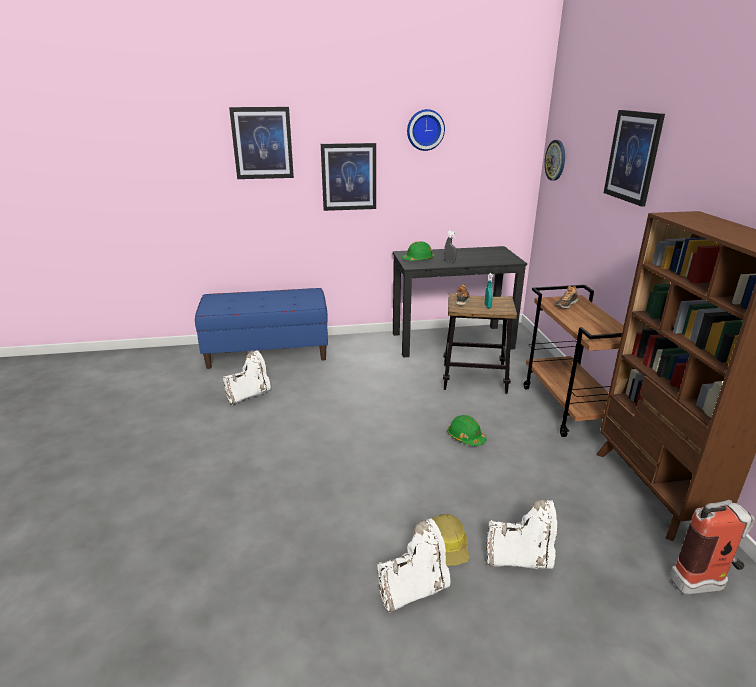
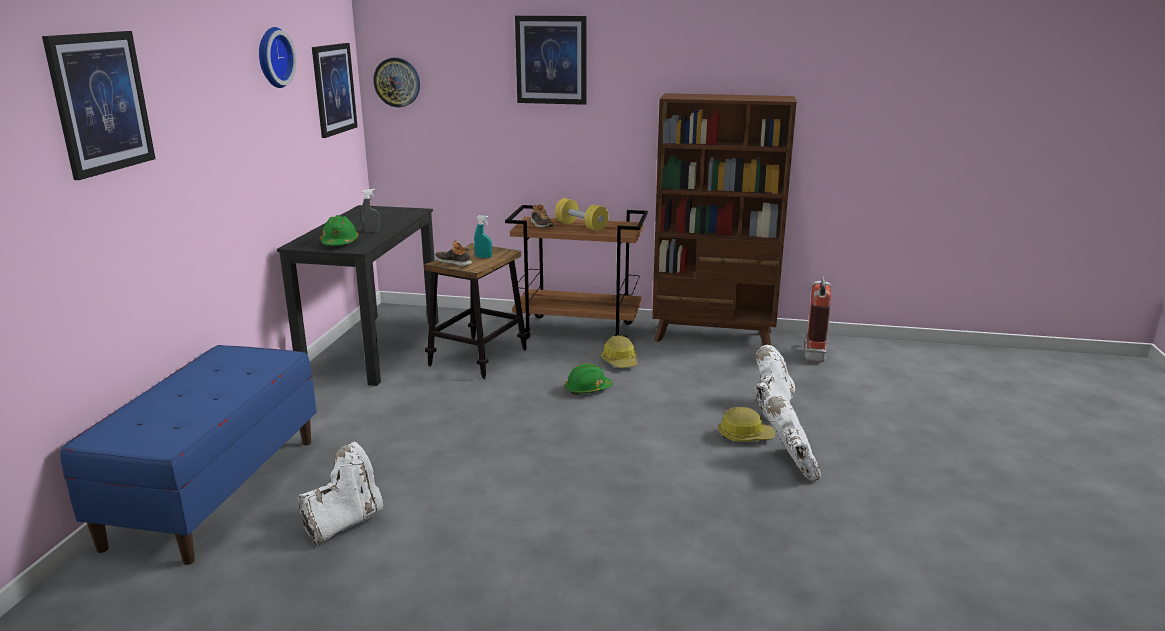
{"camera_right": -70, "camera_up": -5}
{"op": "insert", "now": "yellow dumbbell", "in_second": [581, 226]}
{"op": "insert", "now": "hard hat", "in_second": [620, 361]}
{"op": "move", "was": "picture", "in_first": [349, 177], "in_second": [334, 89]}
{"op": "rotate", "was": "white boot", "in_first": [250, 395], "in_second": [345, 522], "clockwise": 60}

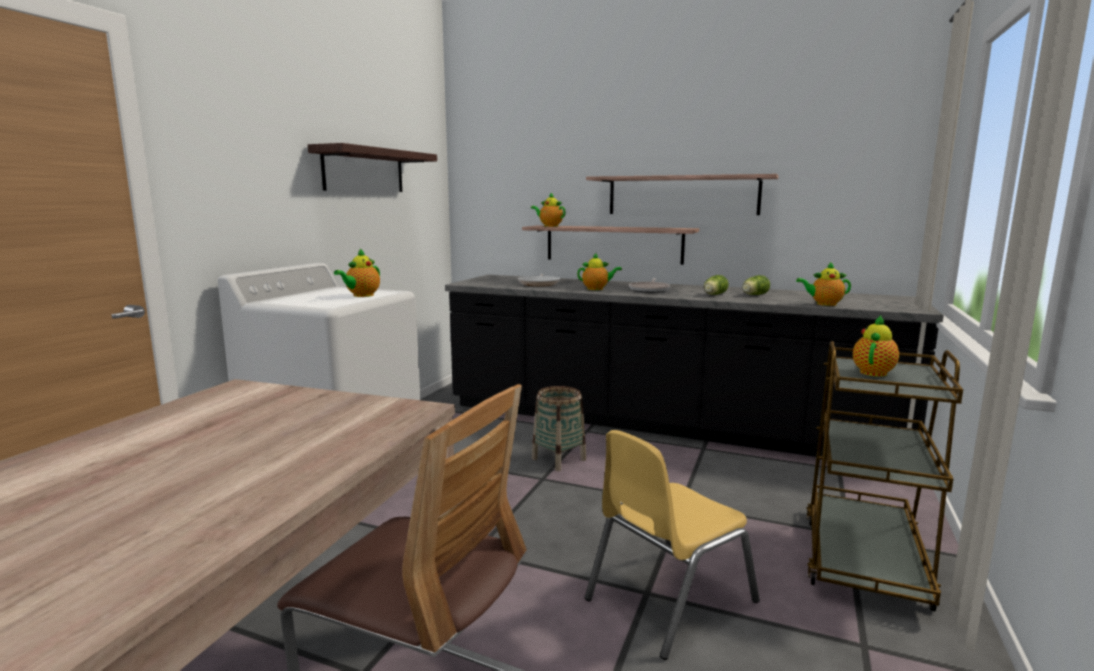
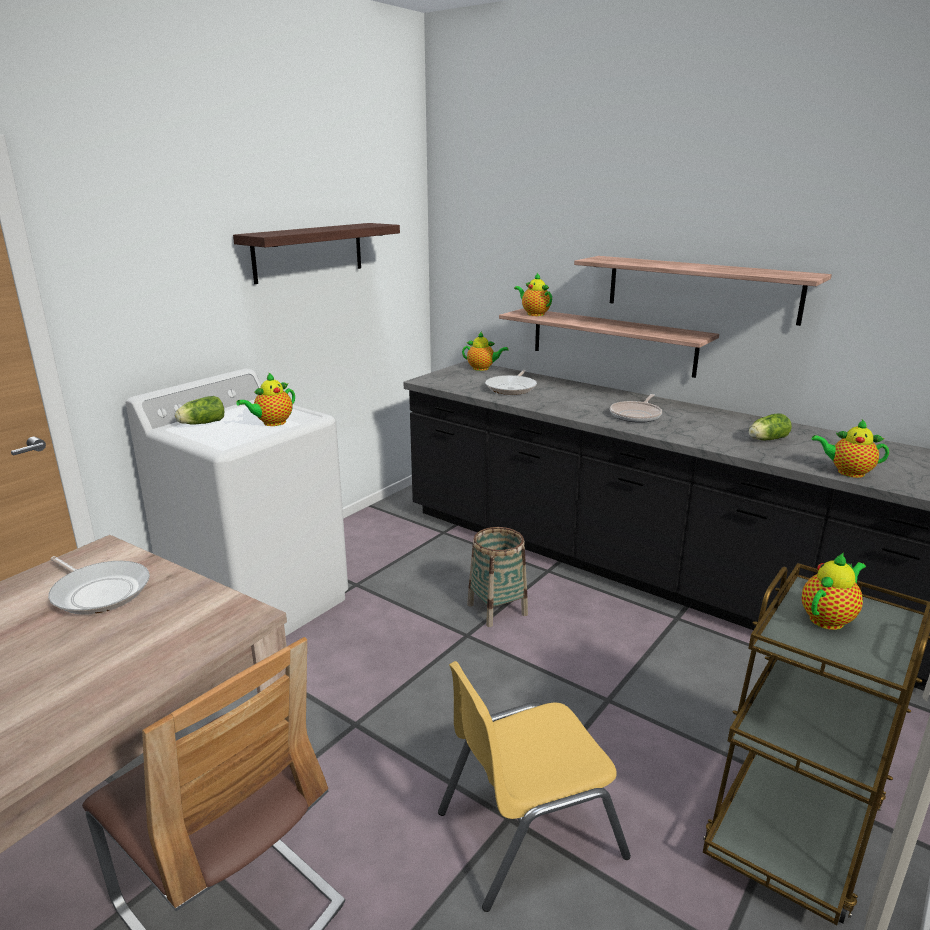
{"camera_right": 15, "camera_up": 10}
{"op": "insert", "now": "frying pan", "in_second": [99, 592]}
{"op": "move", "was": "teapot", "in_first": [597, 289], "in_second": [482, 368]}
{"op": "move", "was": "lettuce", "in_first": [713, 295], "in_second": [201, 423]}

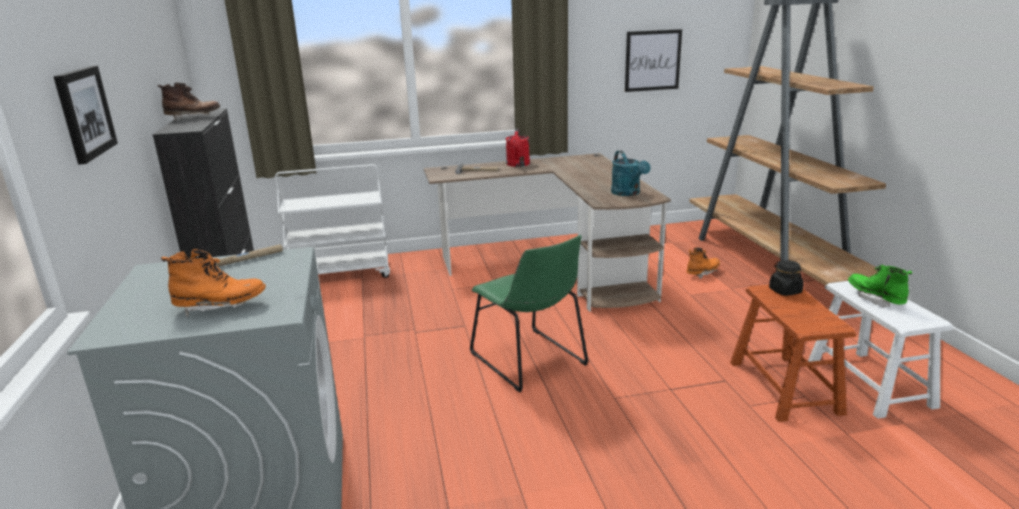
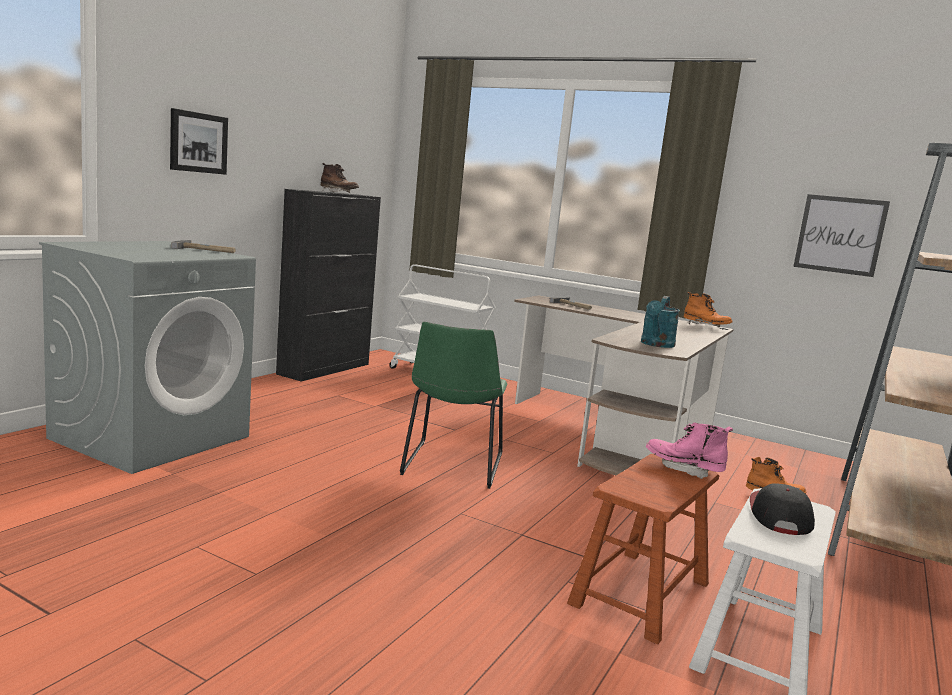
{"camera_right": 40, "camera_up": -10}
{"op": "delete", "was": "red watering can", "in_first": [518, 165]}
{"op": "move", "was": "orange boot", "in_first": [221, 307], "in_second": [705, 326]}
{"op": "replace", "was": "black jar", "now": "pink boot", "in_first": [785, 291], "in_second": [683, 469]}
{"op": "replace", "was": "green boot", "now": "cap", "in_first": [875, 299], "in_second": [779, 515]}

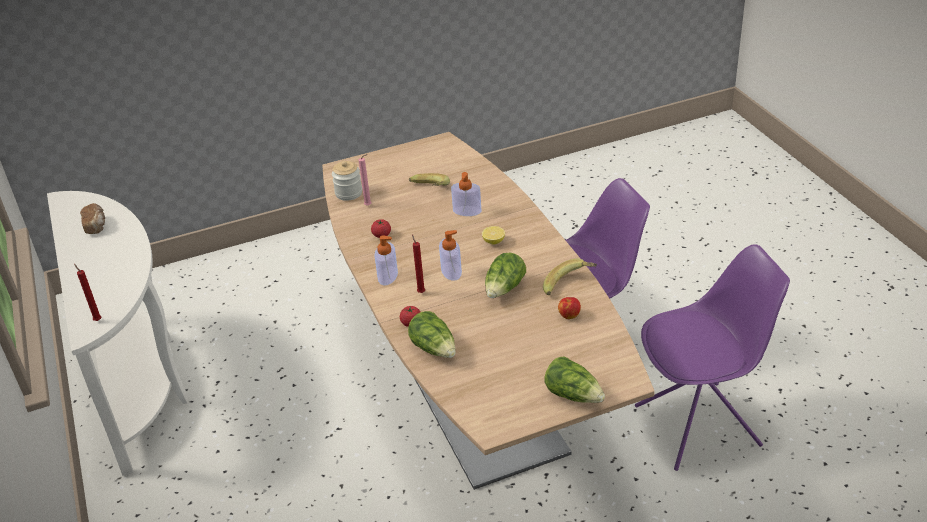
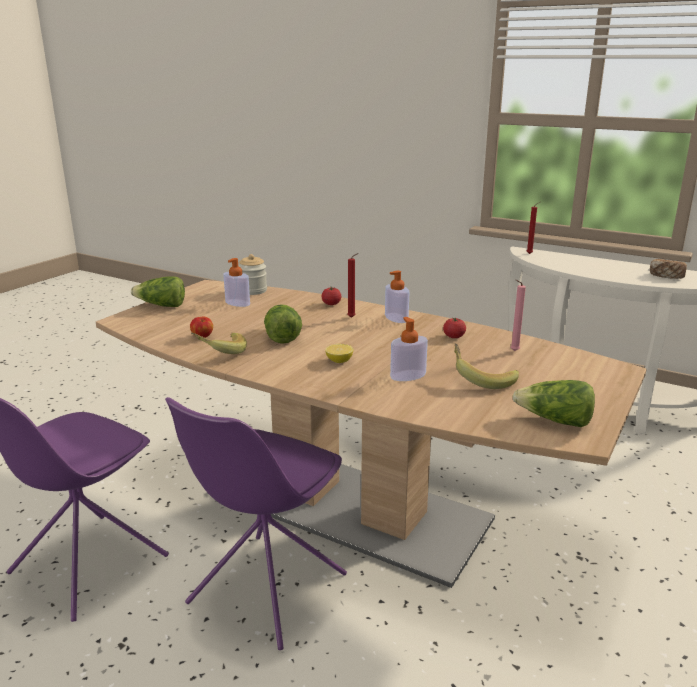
{"camera_right": 140, "camera_up": -15}
{"op": "move", "was": "jar", "in_first": [348, 193], "in_second": [253, 291]}
{"op": "move", "was": "lettuce", "in_first": [434, 348], "in_second": [555, 421]}
{"op": "move", "was": "soap dispenser", "in_first": [451, 271], "in_second": [237, 303]}

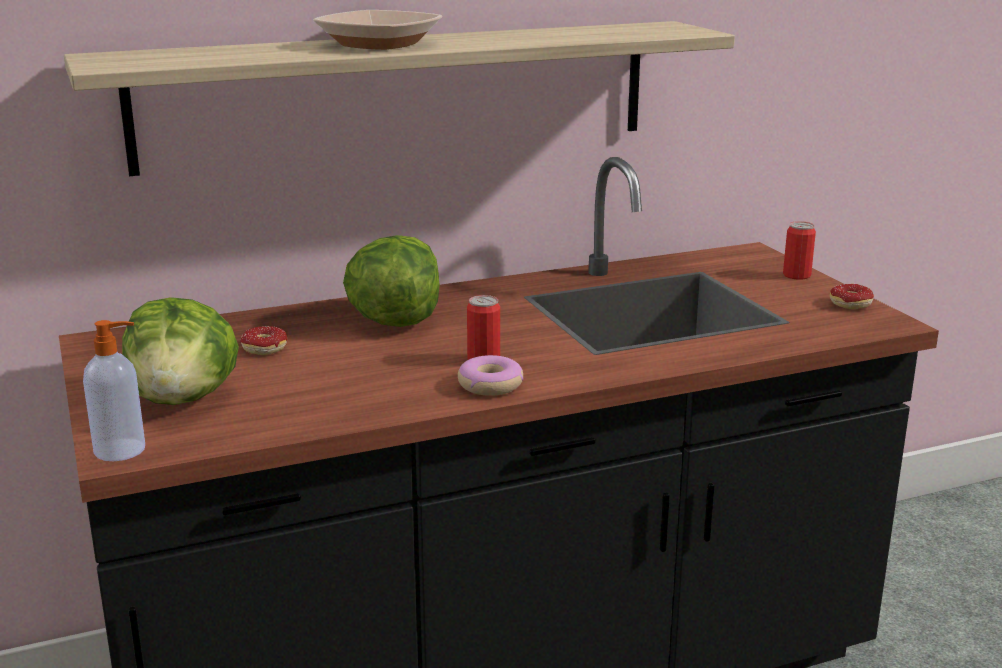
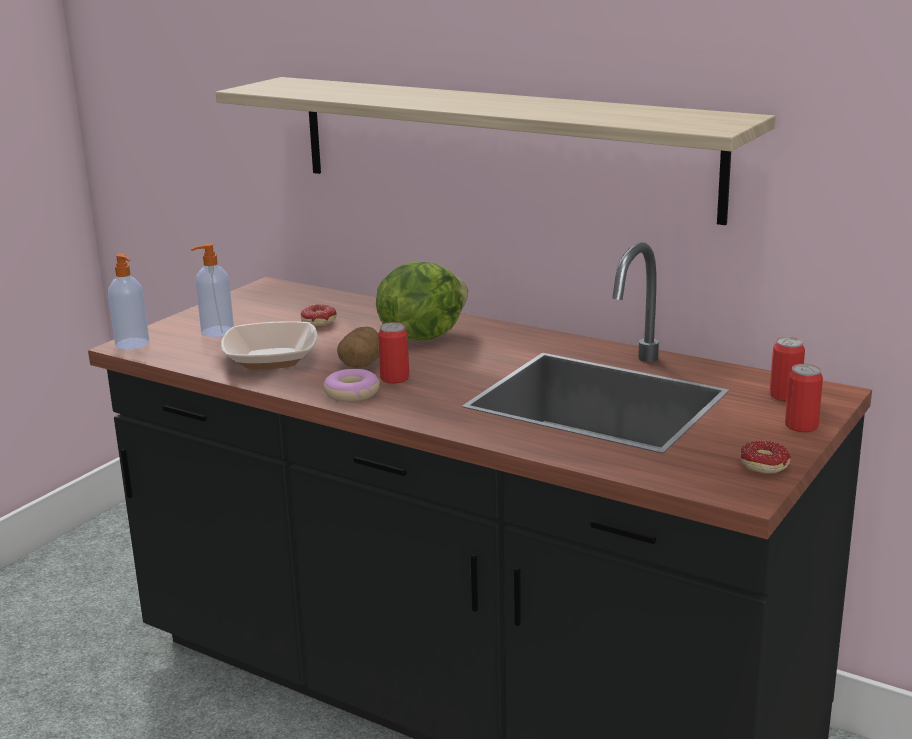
{"camera_right": 55, "camera_up": 0}
{"op": "insert", "now": "potato", "in_second": [361, 364]}
{"op": "insert", "now": "can", "in_second": [785, 395]}
{"op": "move", "was": "bowl", "in_first": [379, 44], "in_second": [271, 359]}
{"op": "replace", "was": "lettuce", "now": "soap dispenser", "in_first": [184, 399], "in_second": [216, 332]}

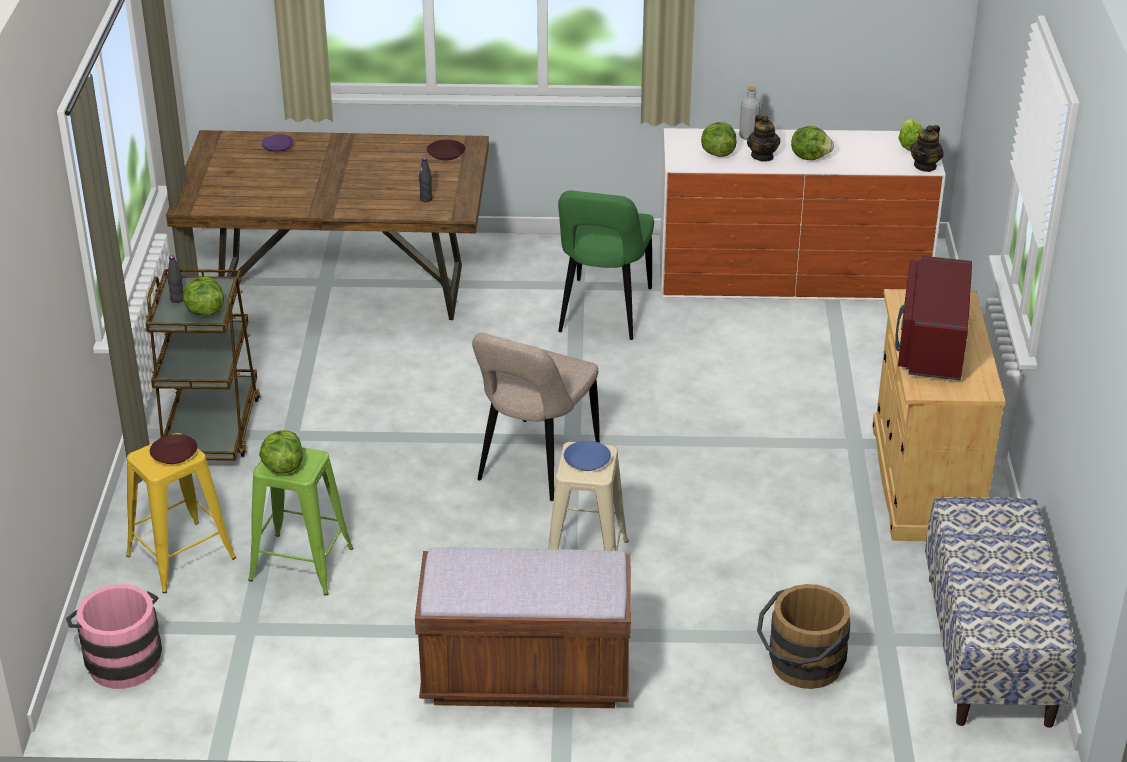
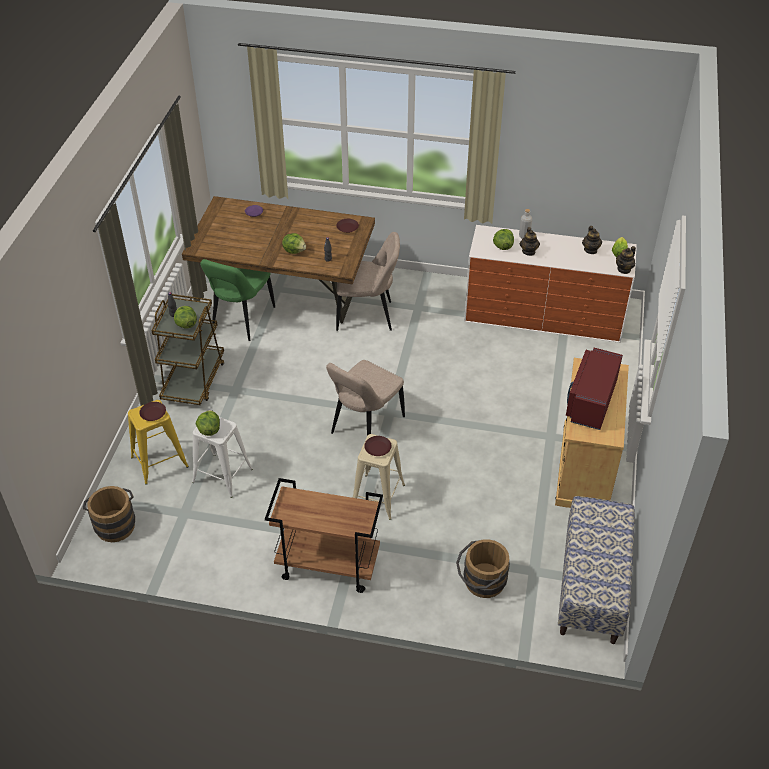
{"camera_right": 10, "camera_up": 10}
{"op": "insert", "now": "beige chair", "in_second": [367, 316]}
{"op": "insert", "now": "teapot", "in_second": [590, 250]}
{"op": "move", "was": "green chair", "in_first": [603, 313], "in_second": [241, 321]}
{"op": "move", "was": "lettuce", "in_first": [810, 157], "in_second": [294, 250]}
{"op": "replace", "was": "brown bench", "now": "brown cart", "in_first": [526, 676], "in_second": [327, 566]}
{"op": "recolor", "was": "pink bucket", "now": "brown bucket", "in_first": [121, 659], "in_second": [114, 523]}
{"op": "recolor", "was": "green stool", "now": "white stool", "in_first": [302, 564], "in_second": [223, 476]}
{"op": "recolor", "was": "blue plate", "now": "brown plate", "in_first": [587, 460], "in_second": [378, 448]}

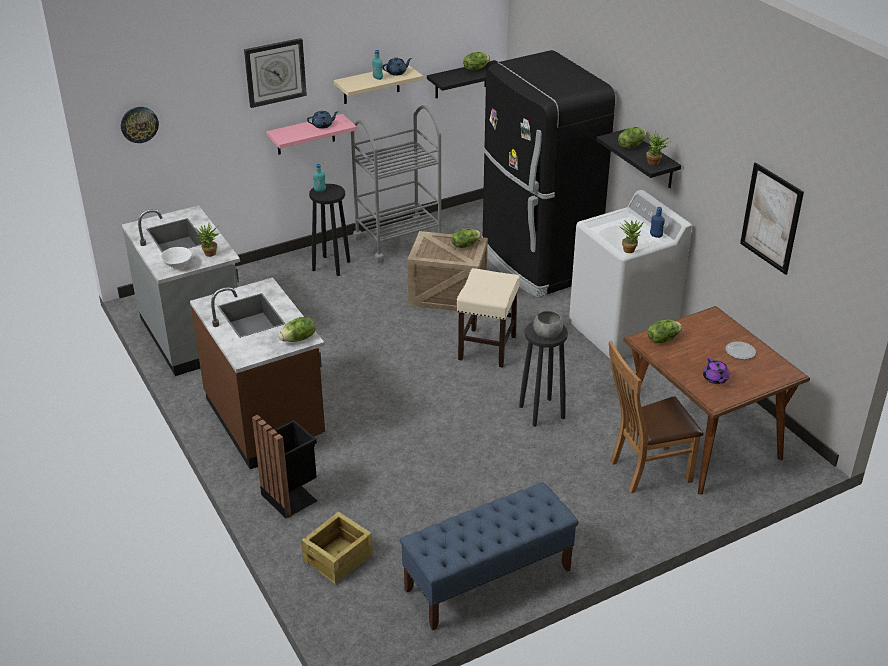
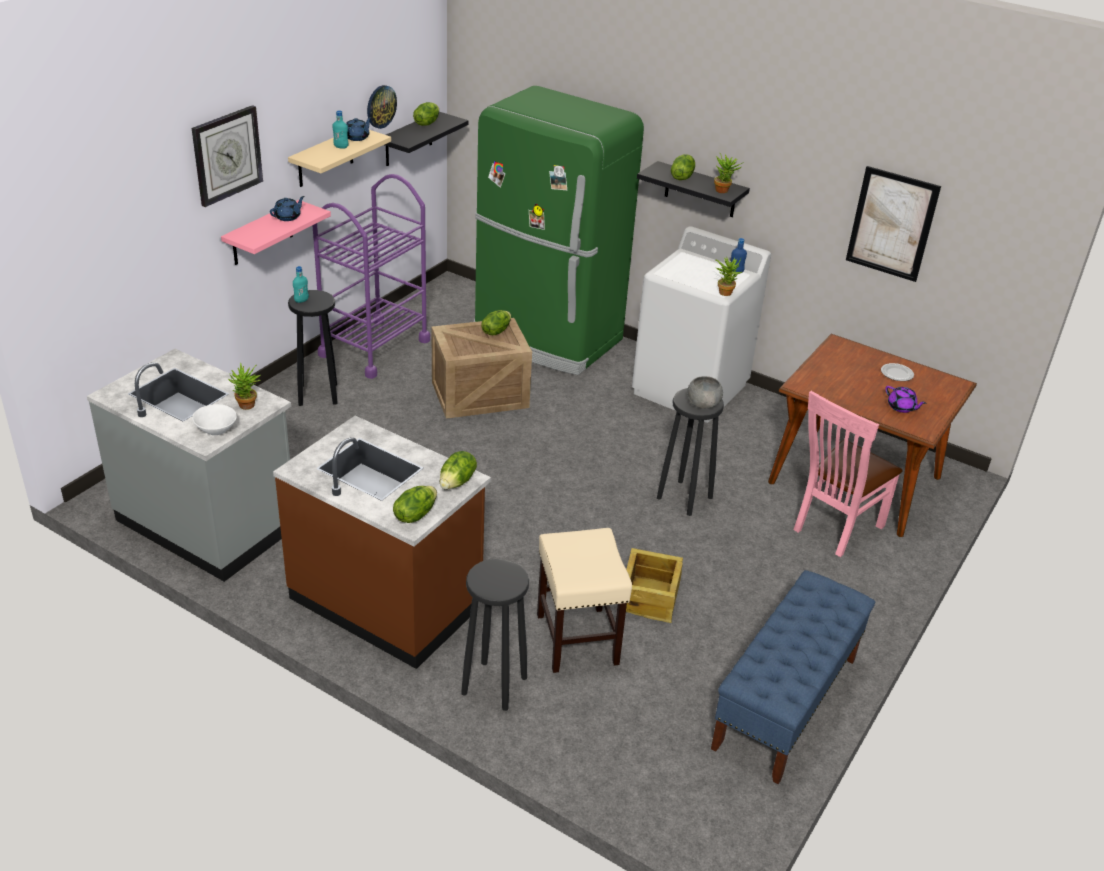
{"camera_right": -30, "camera_up": 0}
{"op": "move", "was": "wall clock", "in_first": [139, 124], "in_second": [381, 106]}
{"op": "move", "was": "crate", "in_first": [339, 558], "in_second": [650, 597]}
{"op": "move", "was": "beige stool", "in_first": [487, 348], "in_second": [578, 640]}
{"op": "move", "was": "lettuce", "in_first": [662, 339], "in_second": [415, 514]}
{"op": "replace", "was": "black trash can", "now": "black stool", "in_first": [291, 496], "in_second": [493, 685]}
{"op": "recolor", "was": "grey cart", "now": "purple cart", "in_first": [398, 241], "in_second": [374, 347]}
{"op": "recolor", "was": "black fridge", "now": "green fridge", "in_first": [536, 263], "in_second": [546, 338]}
{"op": "recolor", "was": "brown chair", "now": "pink chair", "in_first": [645, 471], "in_second": [833, 529]}

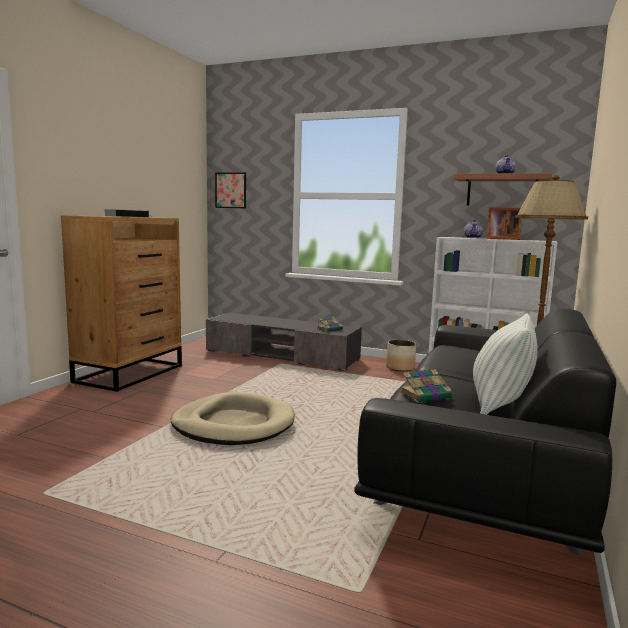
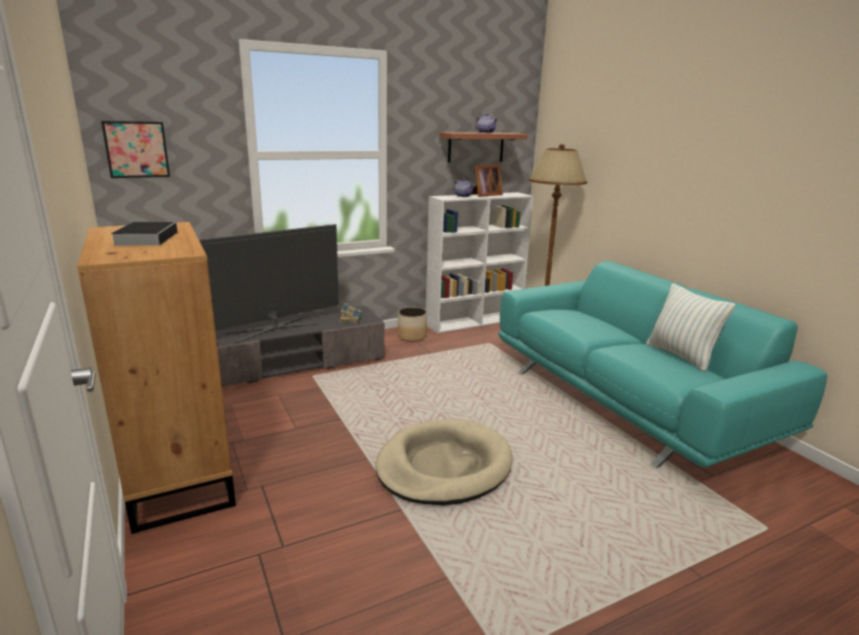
{"camera_right": -50, "camera_up": 10}
{"op": "delete", "was": "book", "in_first": [426, 395]}
{"op": "insert", "now": "television", "in_second": [273, 328]}
{"op": "recolor", "was": "black sofa", "now": "turquoise sofa", "in_first": [485, 465], "in_second": [626, 401]}

